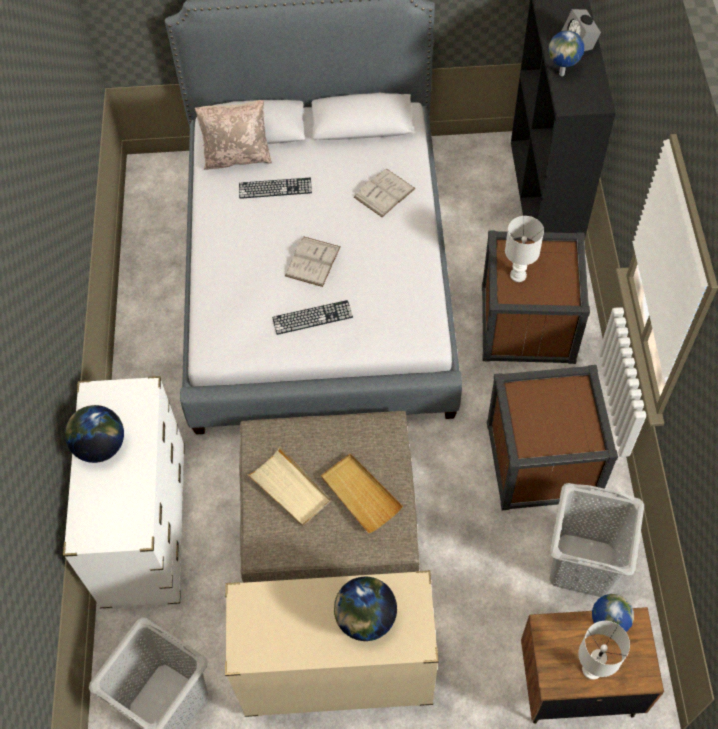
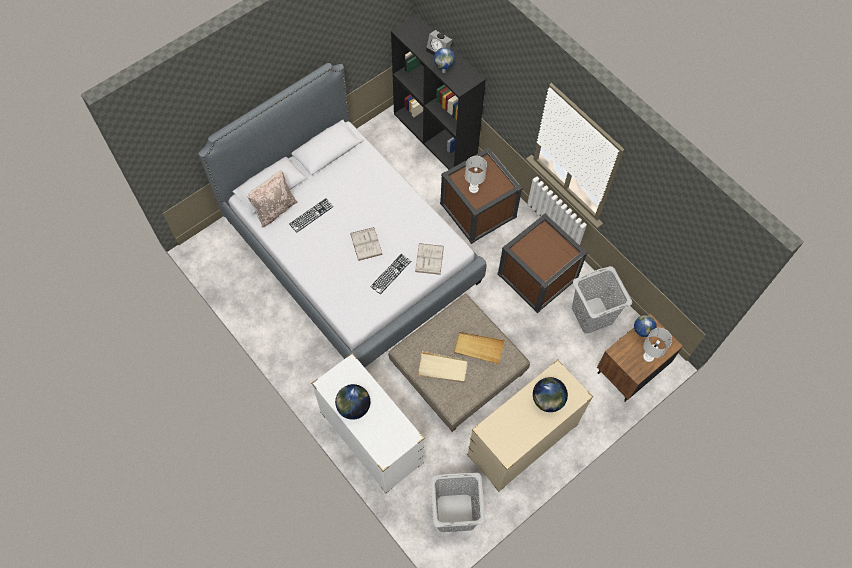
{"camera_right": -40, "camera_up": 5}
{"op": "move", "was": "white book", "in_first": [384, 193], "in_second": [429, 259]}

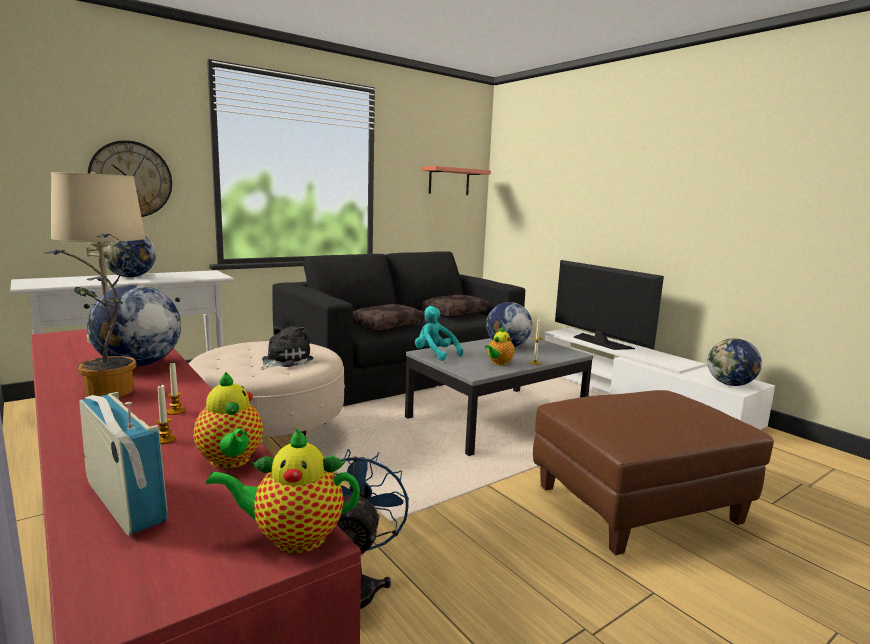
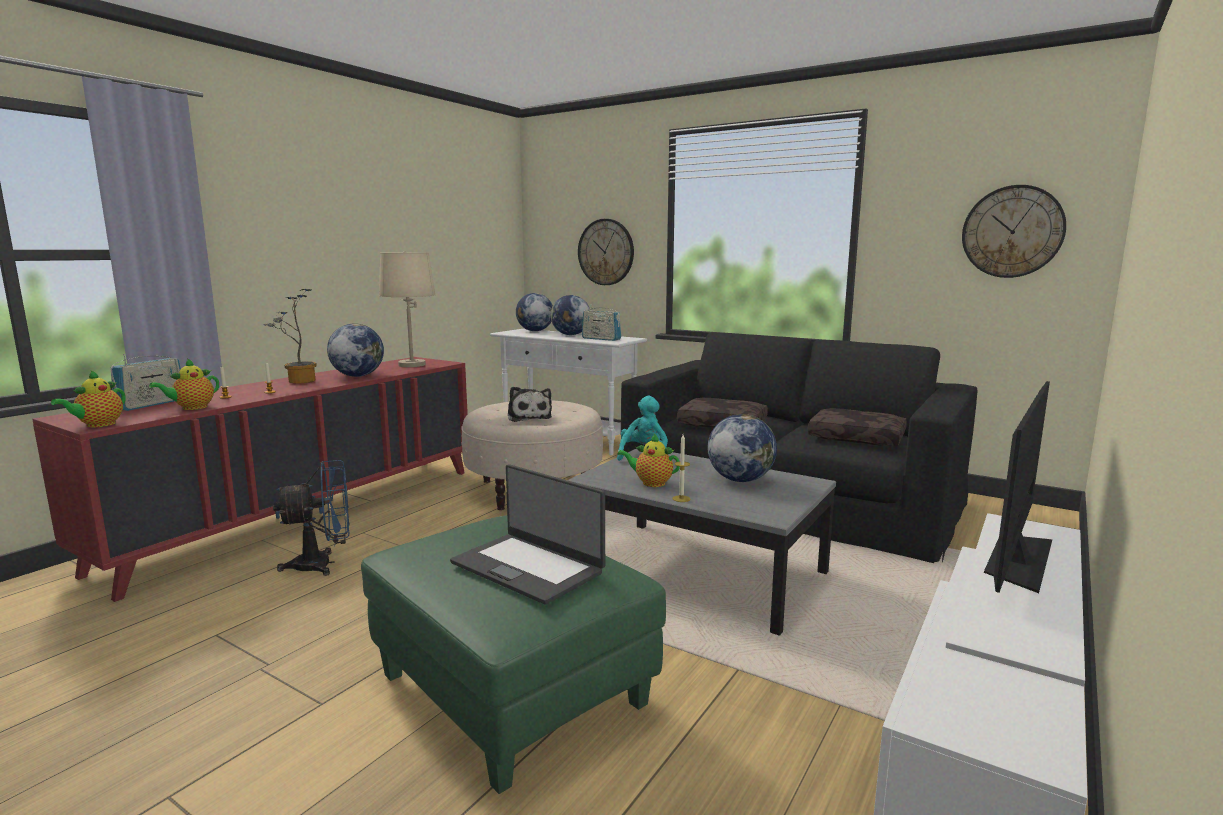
{"camera_right": 70, "camera_up": 0}
{"op": "insert", "now": "laptop", "in_second": [528, 567]}
{"op": "insert", "now": "radio", "in_second": [601, 339]}
{"op": "move", "was": "globe", "in_first": [730, 384], "in_second": [534, 331]}
{"op": "replace", "was": "shelf", "now": "wall clock", "in_first": [449, 181], "in_second": [1012, 232]}
{"op": "recolor", "was": "brown ottoman", "now": "green ottoman", "in_first": [637, 505], "in_second": [512, 692]}
{"op": "rotate", "was": "teapot", "in_first": [292, 538], "in_second": [98, 425], "clockwise": -135}
{"op": "rotate", "was": "plush toy", "in_first": [284, 361], "in_second": [529, 417], "clockwise": 60}

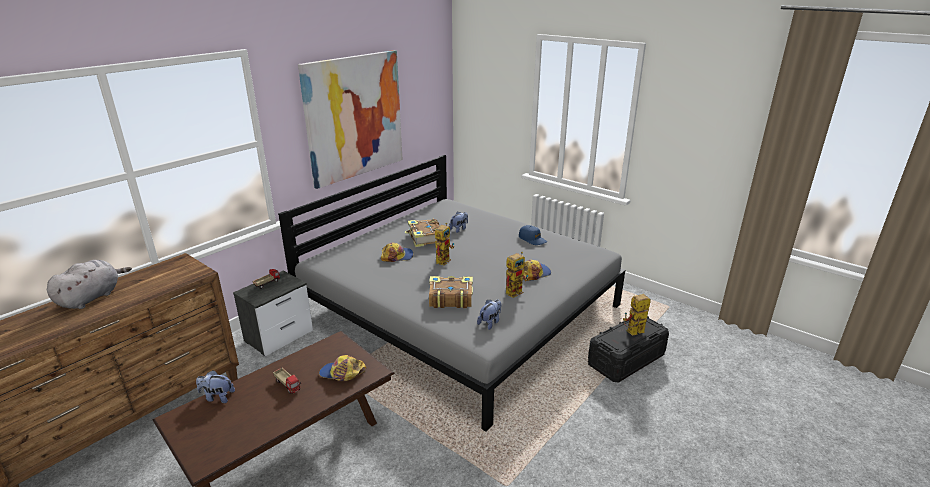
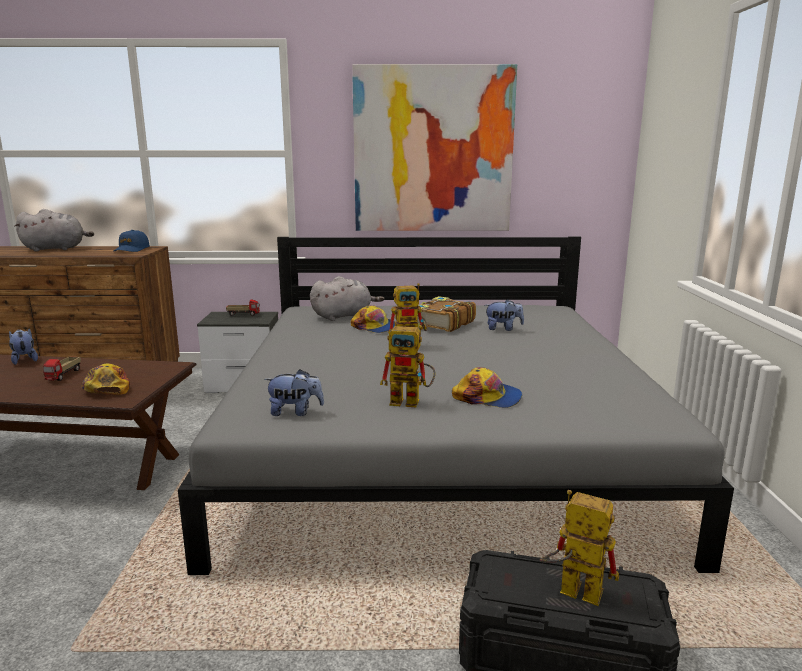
{"camera_right": 50, "camera_up": -10}
{"op": "delete", "was": "book", "in_first": [450, 298]}
{"op": "insert", "now": "grey plush toy", "in_second": [344, 316]}
{"op": "move", "was": "blue cap", "in_first": [532, 239], "in_second": [132, 249]}

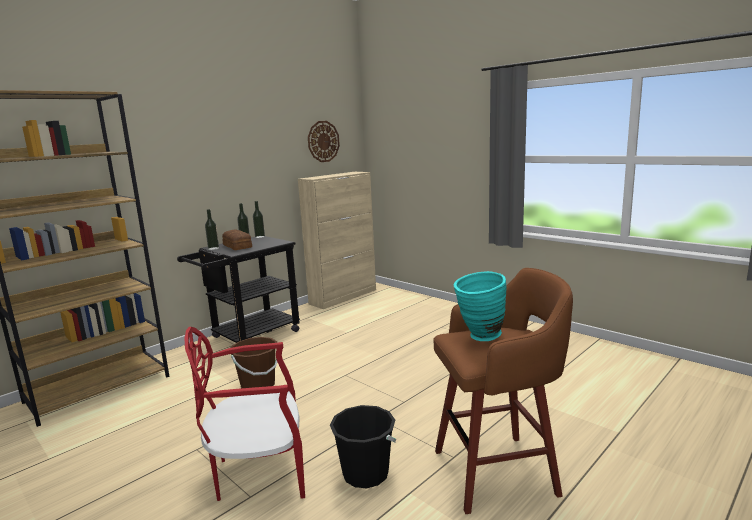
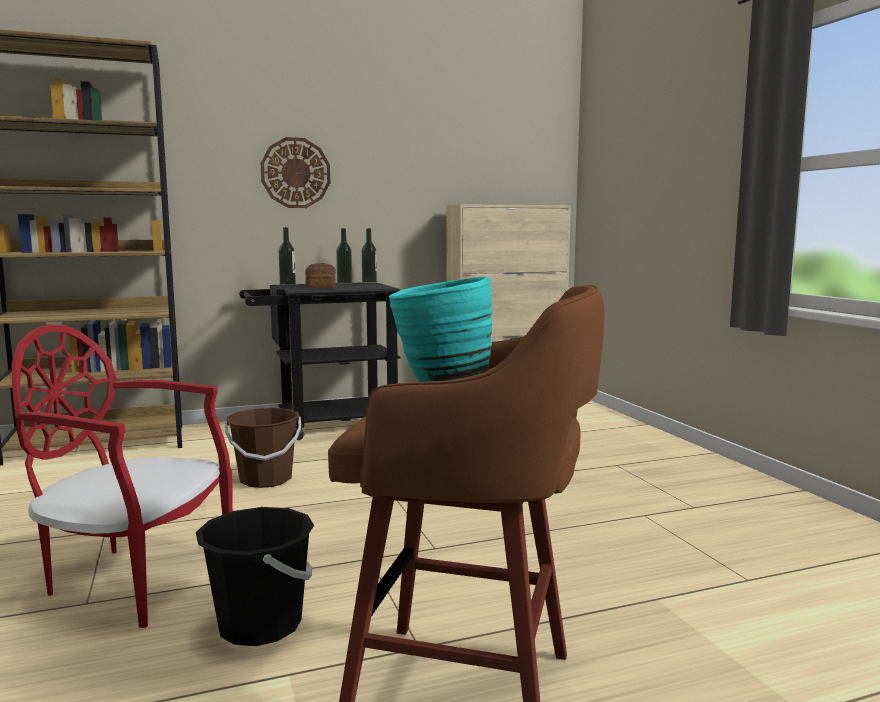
{"camera_right": 25, "camera_up": -5}
{"op": "move", "was": "wall clock", "in_first": [323, 141], "in_second": [295, 173]}

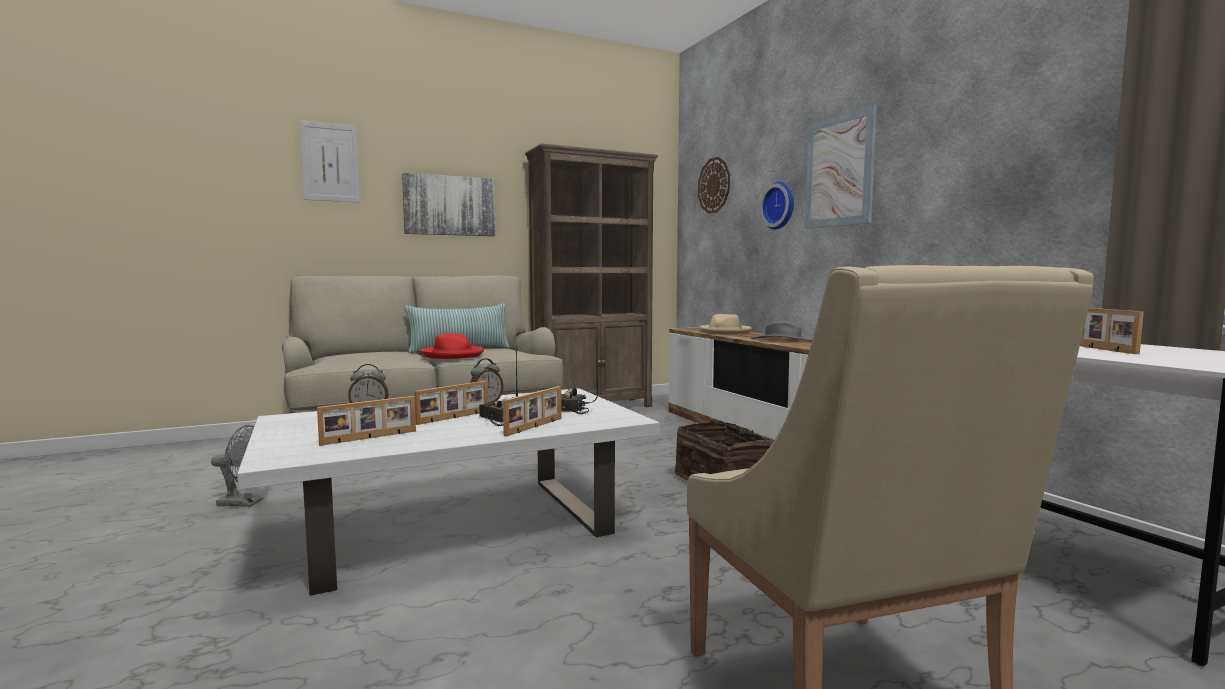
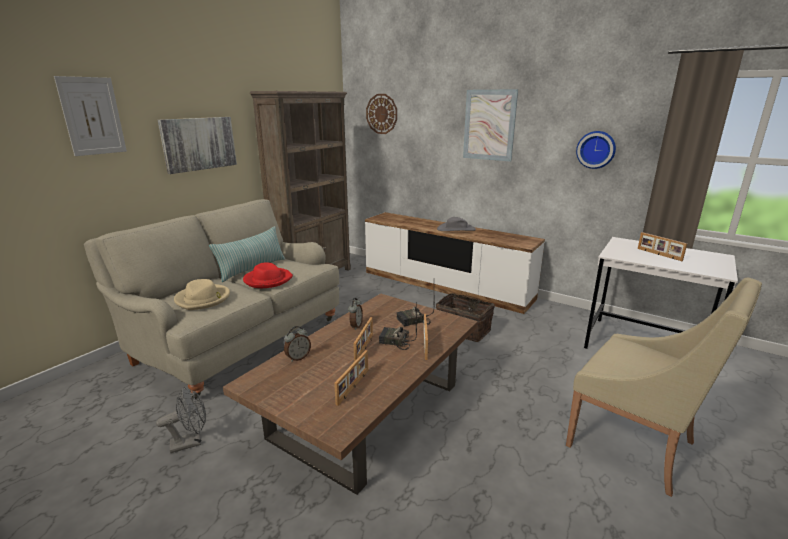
{"camera_right": -30, "camera_up": 15}
{"op": "move", "was": "beige hat", "in_first": [725, 332], "in_second": [203, 299]}
{"op": "move", "was": "wall clock", "in_first": [780, 205], "in_second": [596, 149]}
{"op": "recolor", "was": "white coffee table", "now": "brown coffee table", "in_first": [459, 525], "in_second": [367, 408]}

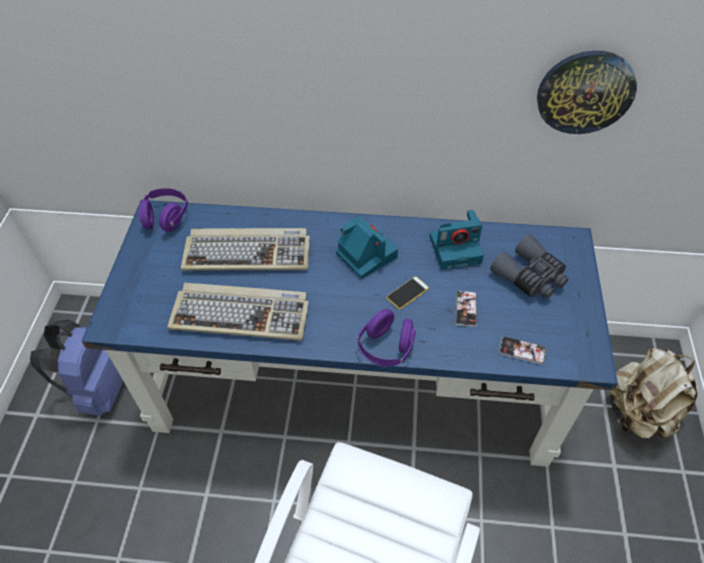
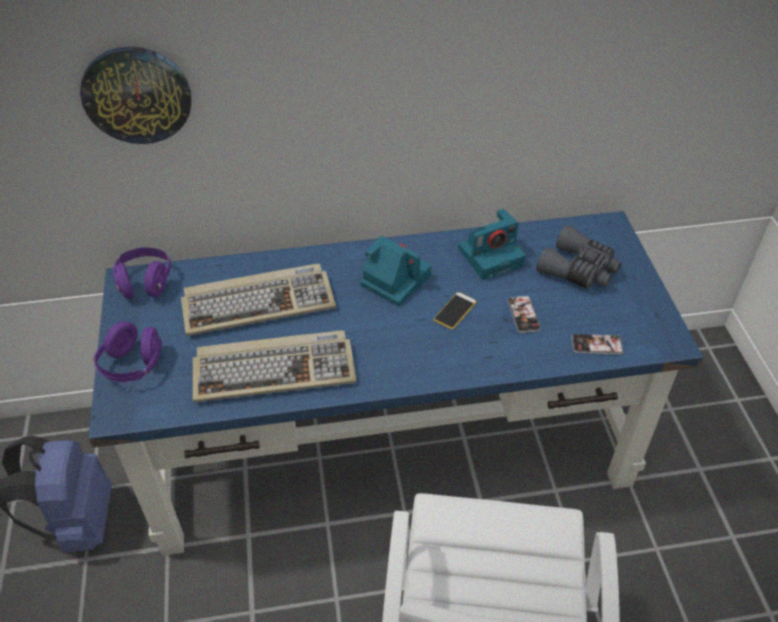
{"camera_right": -15, "camera_up": -5}
{"op": "delete", "was": "beige backpack", "in_first": [638, 413]}
{"op": "move", "was": "purple headphones", "in_first": [386, 348], "in_second": [133, 366]}
{"op": "move", "was": "wall clock", "in_first": [585, 92], "in_second": [137, 95]}

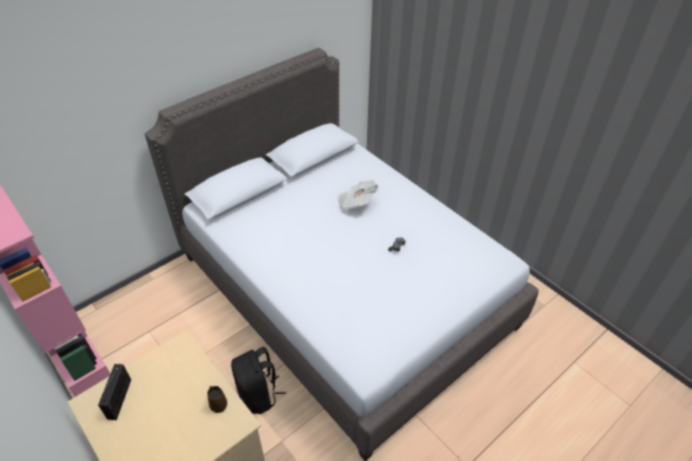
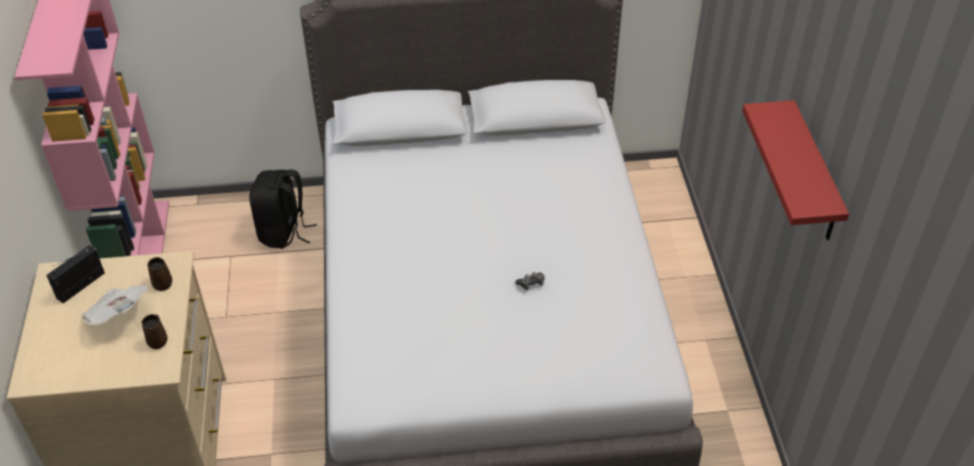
{"camera_right": 35, "camera_up": 0}
{"op": "insert", "now": "brown mug", "in_second": [162, 283]}
{"op": "insert", "now": "red shelf", "in_second": [814, 175]}
{"op": "move", "was": "black backpack", "in_first": [258, 395], "in_second": [284, 232]}
{"op": "move", "was": "newspaper", "in_first": [356, 203], "in_second": [118, 315]}

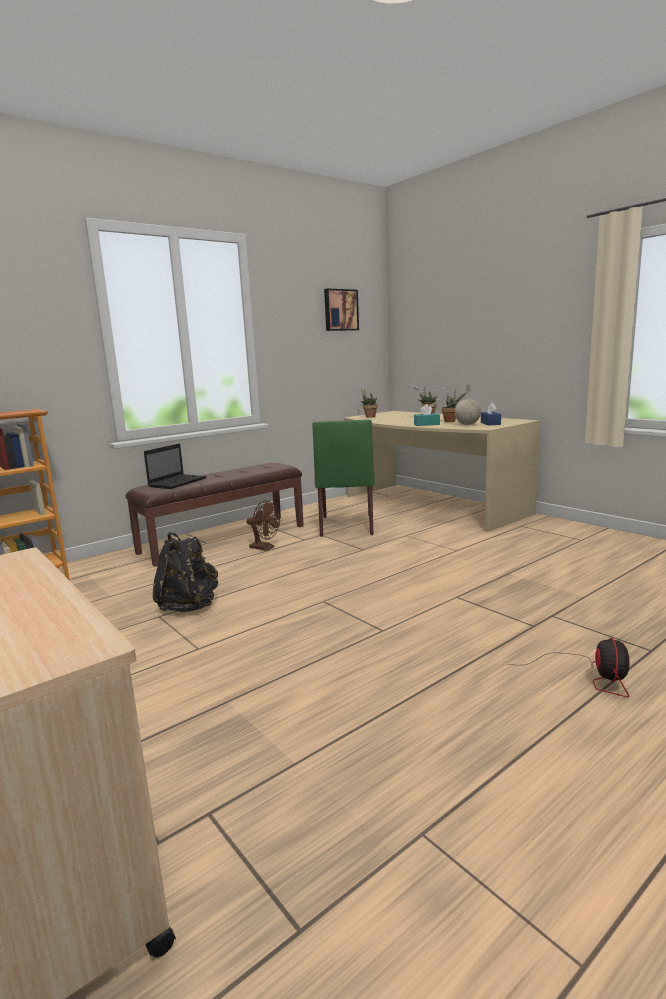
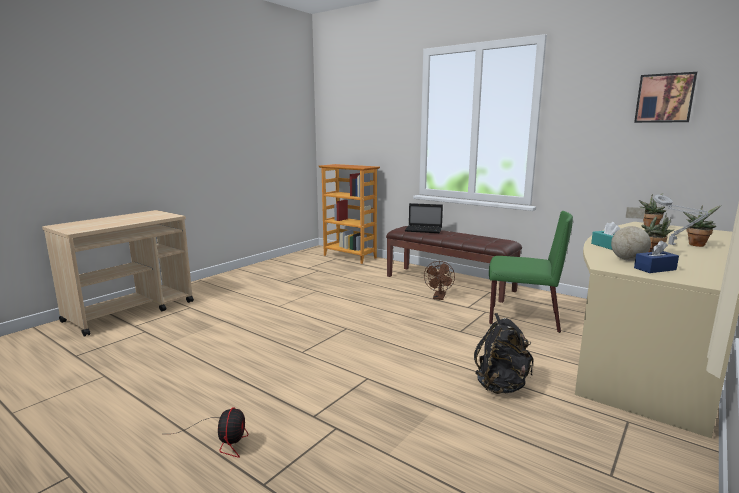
{"camera_right": 75, "camera_up": 0}
{"op": "move", "was": "black backpack", "in_first": [189, 606], "in_second": [501, 385]}
{"op": "rotate", "was": "green chair", "in_first": [346, 525], "in_second": [522, 318], "clockwise": -150}
{"op": "rotate", "was": "fan", "in_first": [589, 676], "in_second": [223, 439], "clockwise": -90}

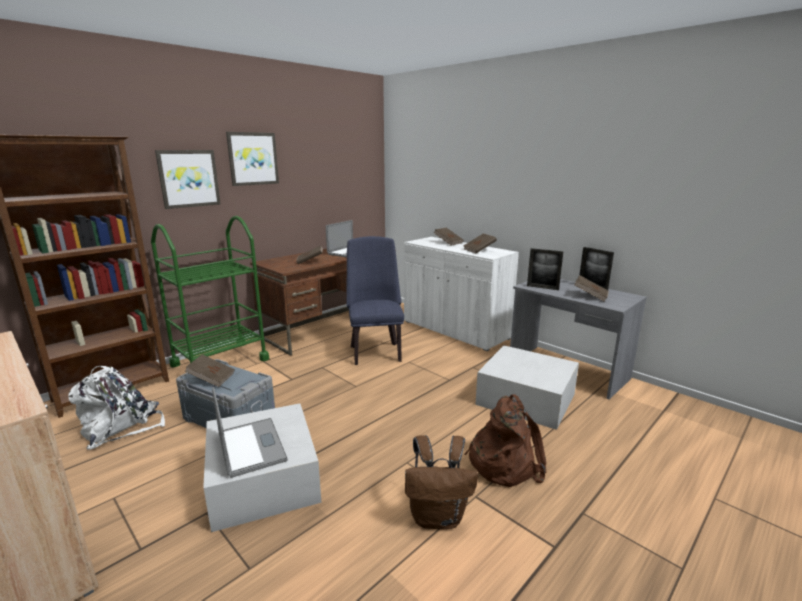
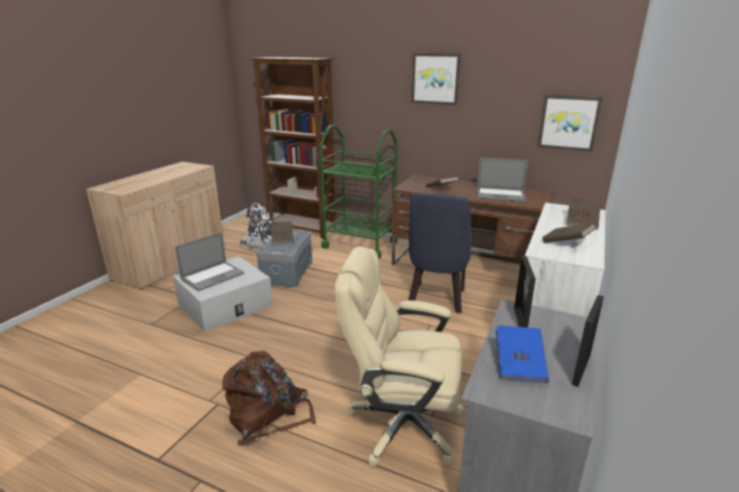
{"camera_right": 70, "camera_up": 5}
{"op": "delete", "was": "brown backpack", "in_first": [438, 517]}
{"op": "move", "was": "picture", "in_first": [189, 178], "in_second": [568, 122]}
{"op": "replace", "was": "white storage box", "now": "beige office chair", "in_first": [526, 399], "in_second": [402, 424]}
{"op": "recolor", "was": "brown book", "now": "blue book", "in_first": [590, 296], "in_second": [519, 365]}
{"op": "rotate", "was": "blue chair", "in_first": [375, 351], "in_second": [436, 300], "clockwise": 135}

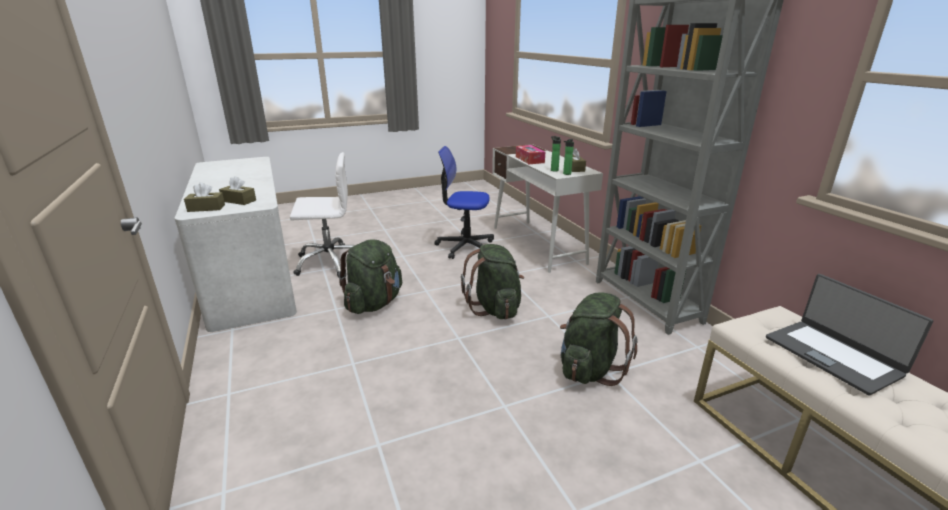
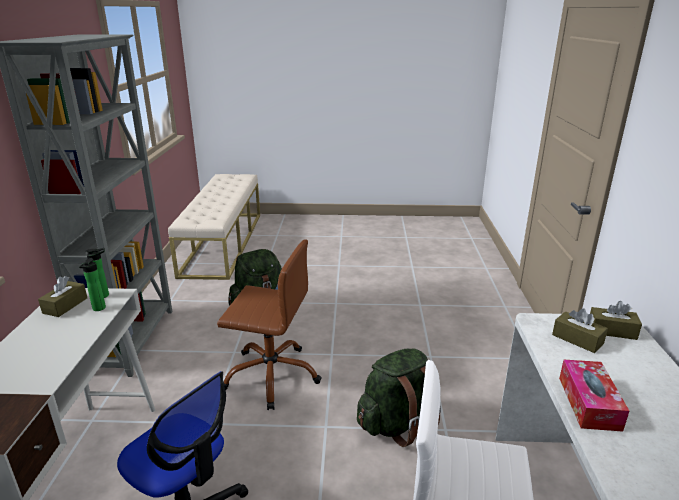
{"camera_right": -155, "camera_up": 0}
{"op": "delete", "was": "laptop", "in_first": [833, 355]}
{"op": "move", "was": "tissue box", "in_first": [529, 159], "in_second": [589, 403]}
{"op": "replace", "was": "green backpack", "now": "brown office chair", "in_first": [495, 308], "in_second": [272, 375]}

